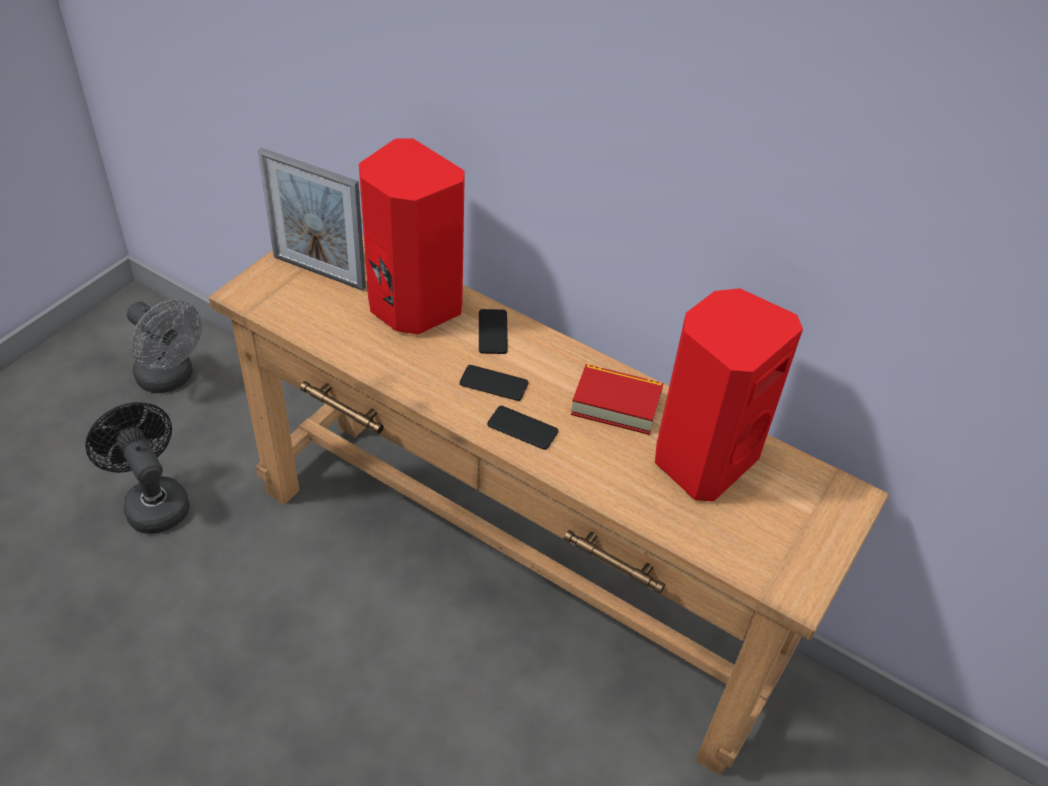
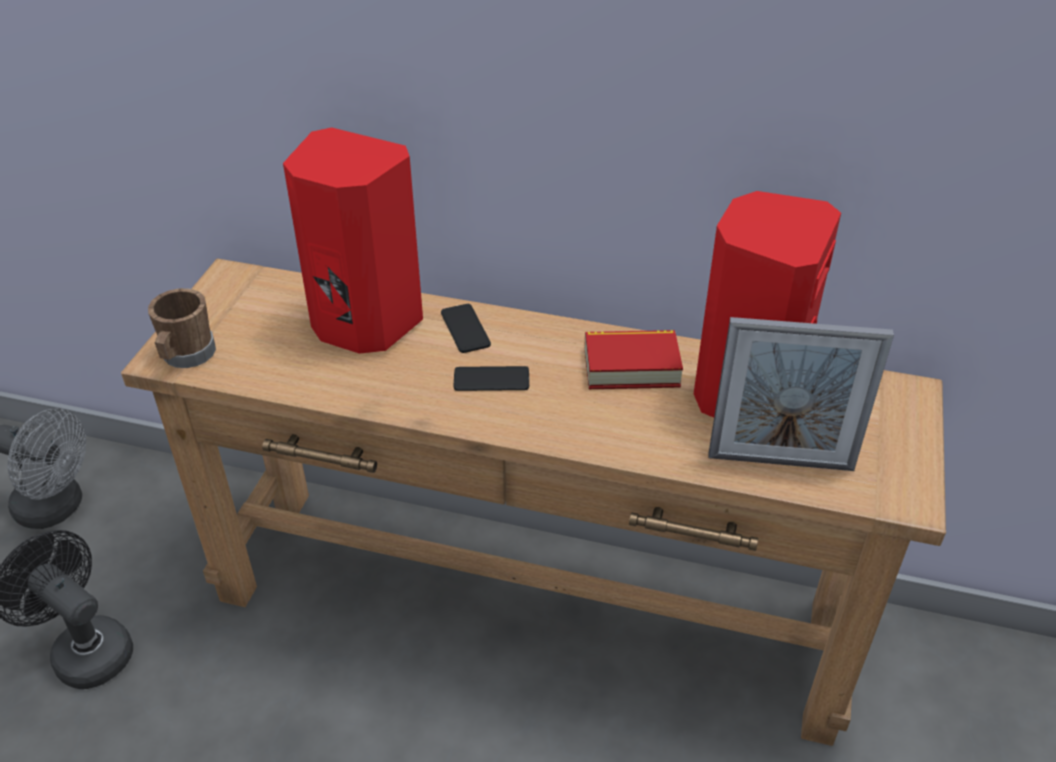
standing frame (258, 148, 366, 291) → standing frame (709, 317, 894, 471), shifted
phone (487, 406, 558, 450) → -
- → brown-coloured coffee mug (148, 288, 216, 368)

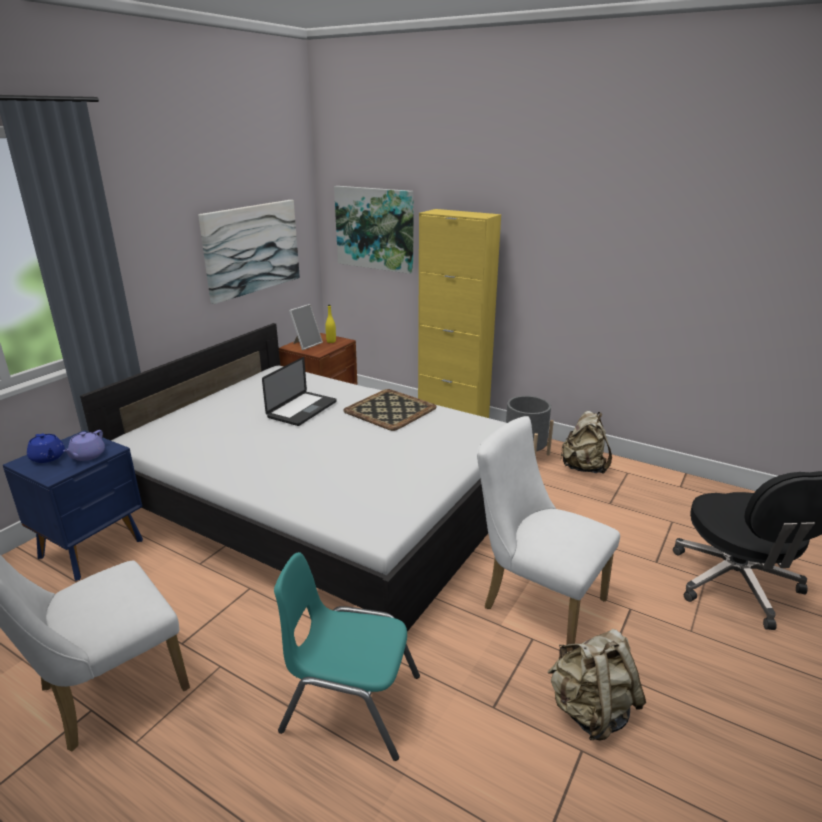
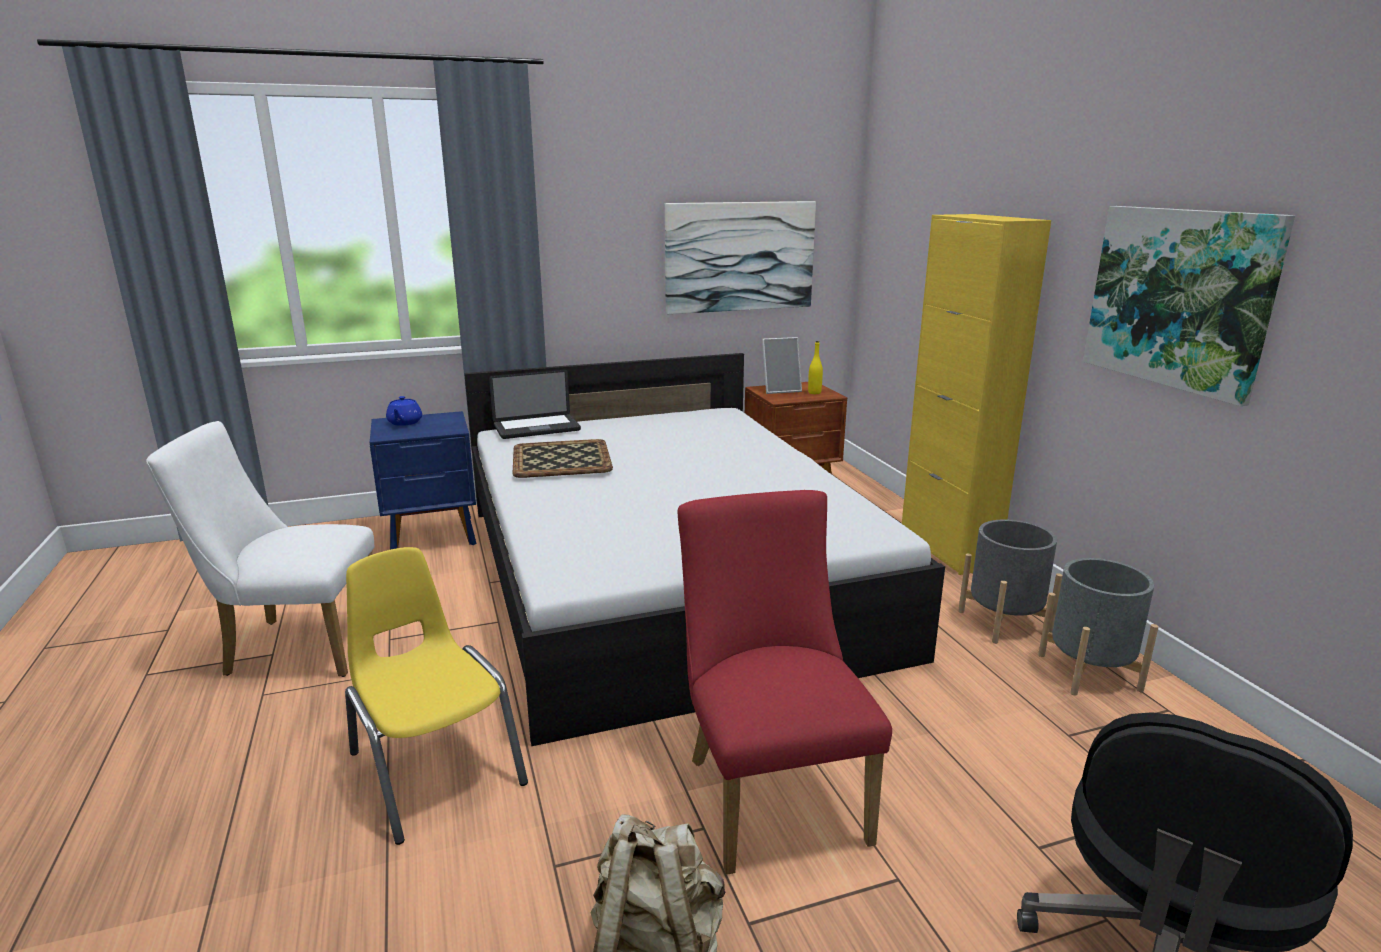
purple teapot (63, 430, 105, 461) → -
laptop (262, 357, 337, 426) → laptop (489, 370, 581, 439), shifted
turquoise-coloured plain chair (274, 552, 420, 761) → yellow plain chair (345, 547, 528, 845)
picture (334, 186, 413, 274) → picture (1083, 206, 1295, 406), shifted
carrying tray (343, 389, 437, 431) → carrying tray (513, 439, 613, 478), shifted
whitish plain chair (477, 416, 620, 652) → red plain chair (678, 490, 892, 875)
beige backpack (560, 411, 612, 474) → gray plant pot (1038, 558, 1159, 695)

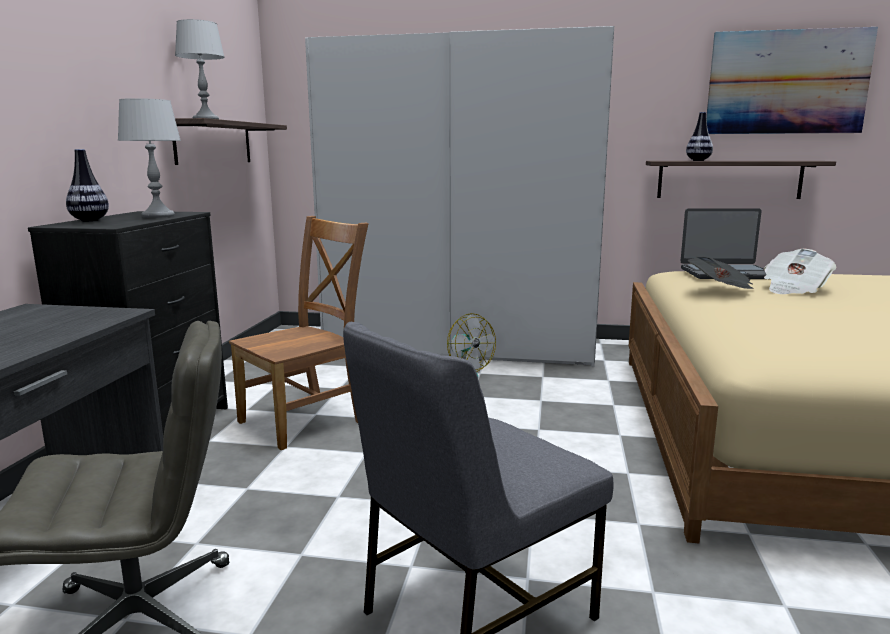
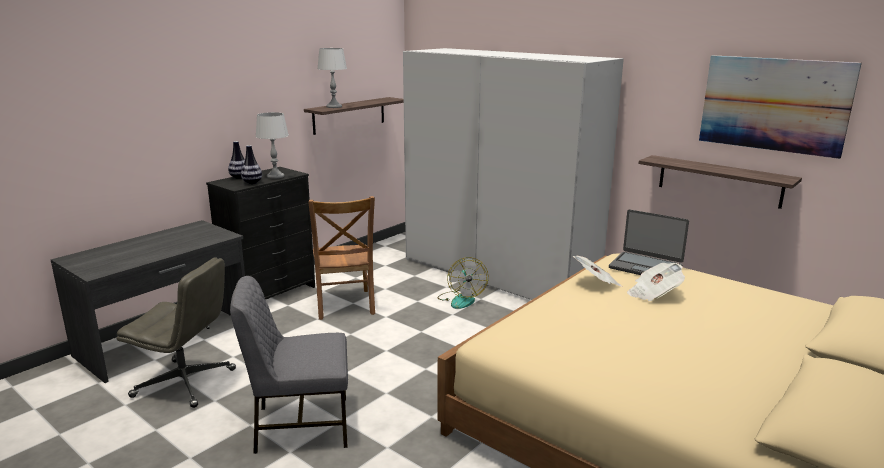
brown-coloured plain chair (229, 216, 369, 450) → brown-coloured plain chair (308, 196, 375, 320), 90 degrees clockwise
vase (686, 112, 713, 161) → vase (241, 145, 262, 184), shifted

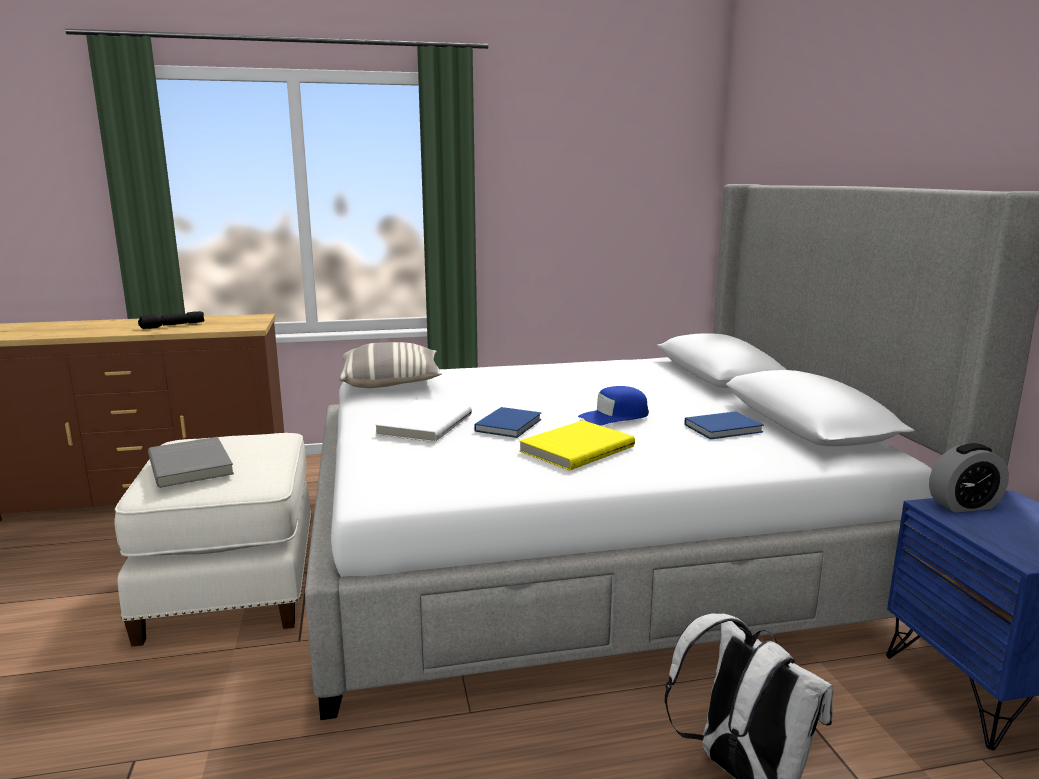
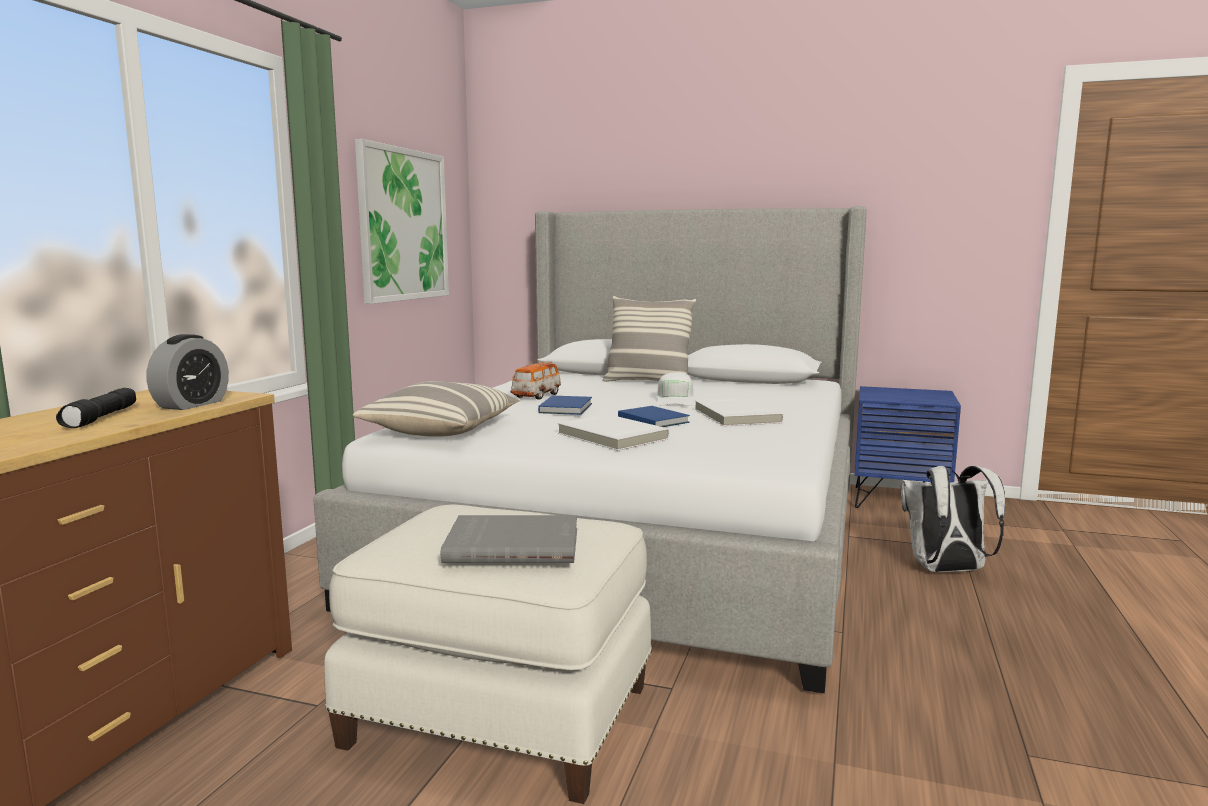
yellow volume (519, 420, 635, 471) → whitish volume (695, 398, 784, 426)
blue baseball cap (578, 386, 649, 426) → whitish baseball cap (657, 372, 694, 406)
blue volume (684, 411, 764, 440) → blue volume (538, 396, 592, 415), shifted
bedside clock (929, 443, 1009, 513) → bedside clock (147, 334, 229, 410), shifted
- → picture (355, 139, 449, 304)
- → model car (511, 361, 561, 400)
- → pillow (603, 296, 696, 382)

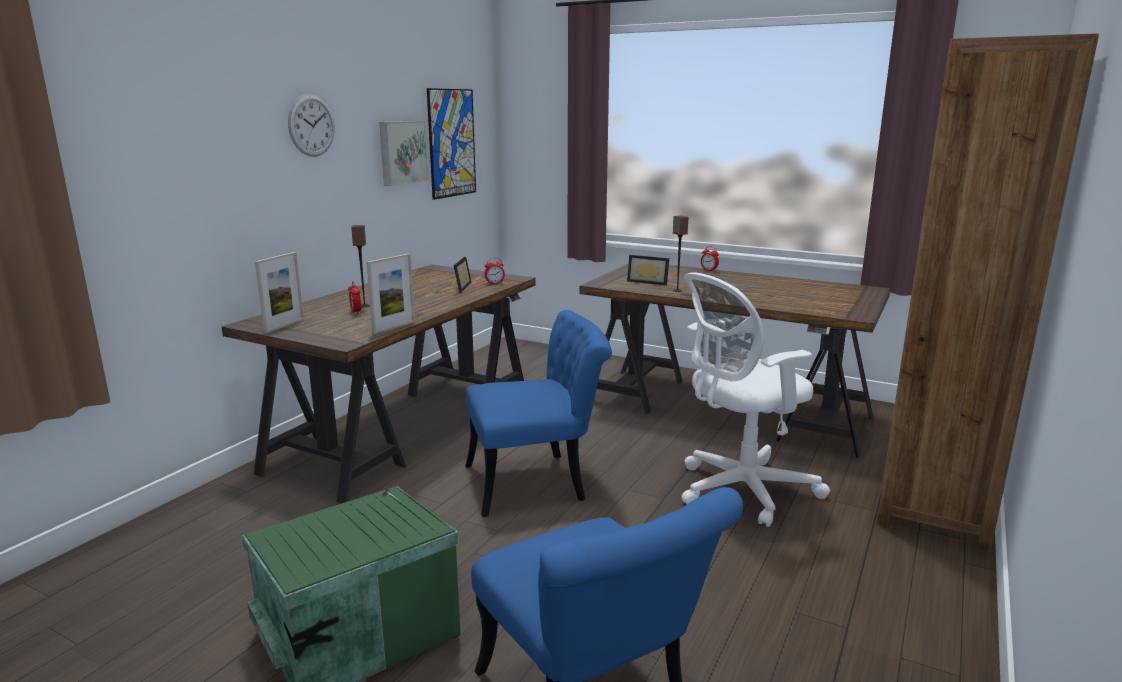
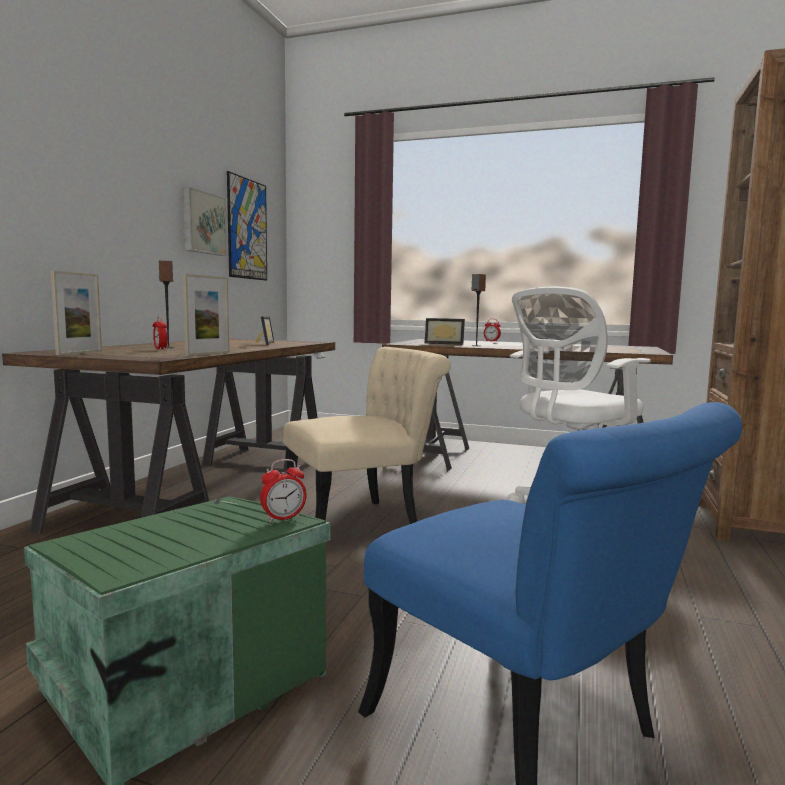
wall clock (288, 94, 334, 157) → -
blue plain chair (465, 310, 612, 517) → beige plain chair (283, 347, 451, 524)
bedside clock (484, 257, 505, 284) → bedside clock (260, 459, 306, 522), shifted

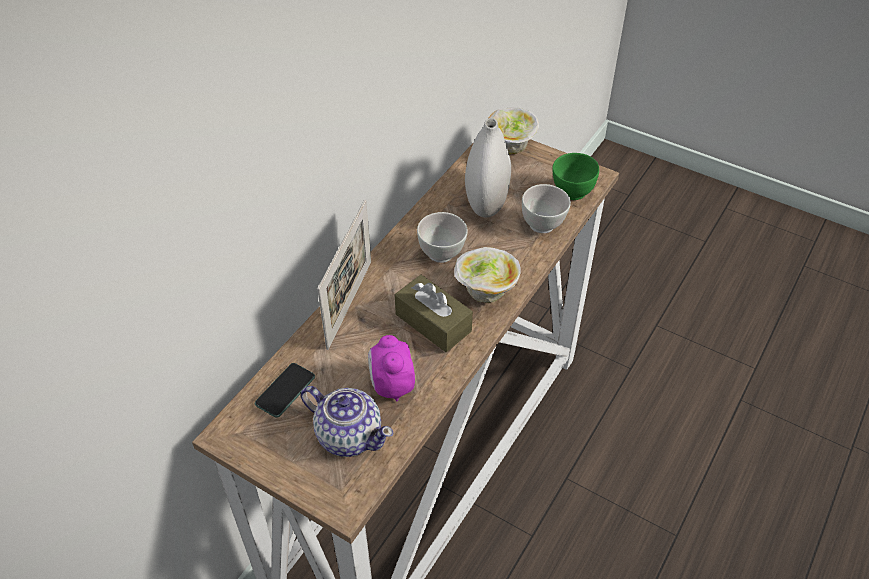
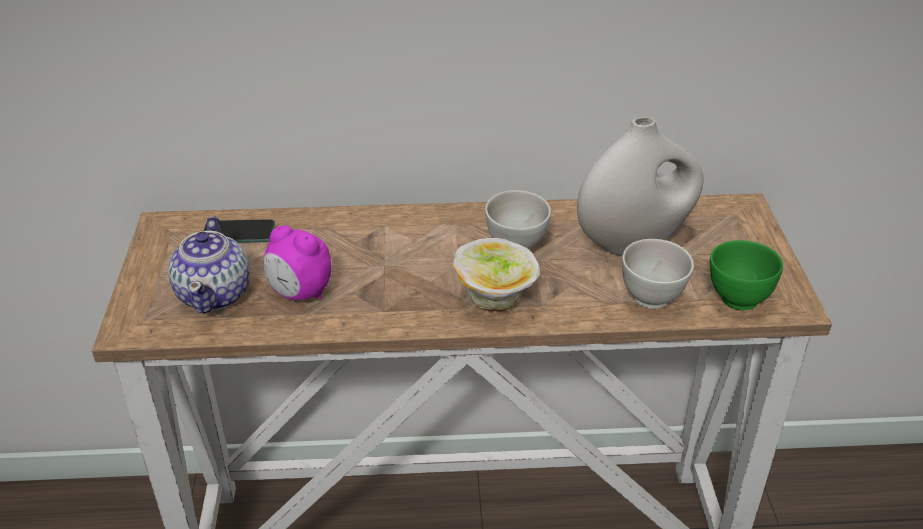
standing frame (317, 200, 371, 350) → -
bedside clock (368, 335, 415, 401) → bedside clock (263, 225, 332, 300), 105 degrees counterclockwise
brown-coloured tissue box (395, 275, 473, 352) → -
deep dish (489, 107, 539, 154) → -

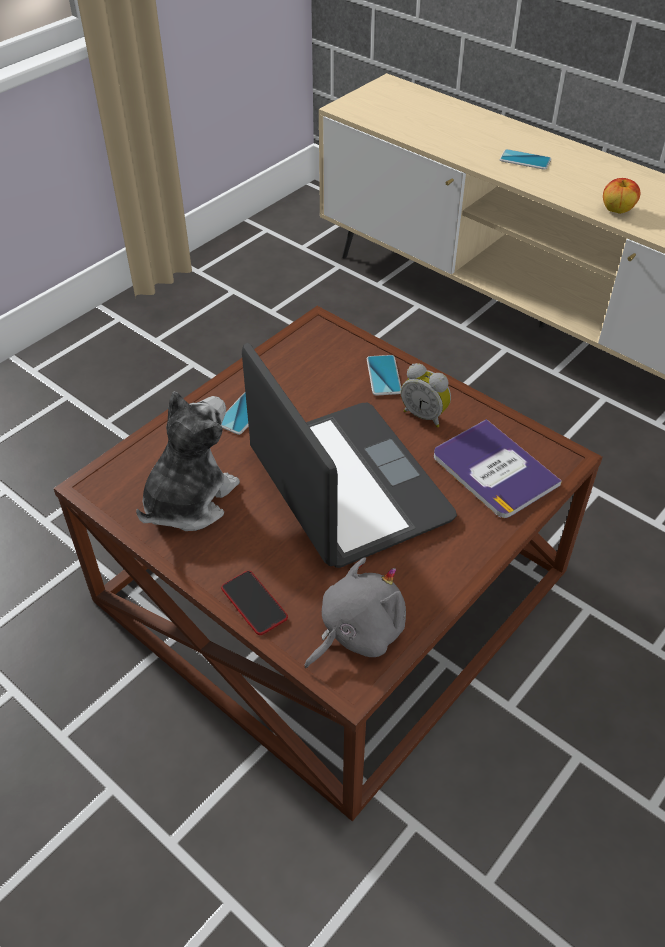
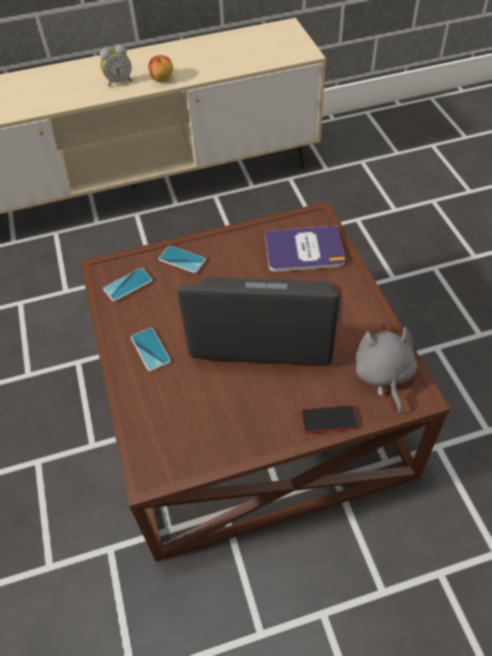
plush toy (136, 391, 240, 531) → -
bedside clock (401, 363, 451, 428) → bedside clock (100, 45, 132, 87), shifted
phone (500, 149, 551, 170) → phone (103, 268, 152, 301), shifted

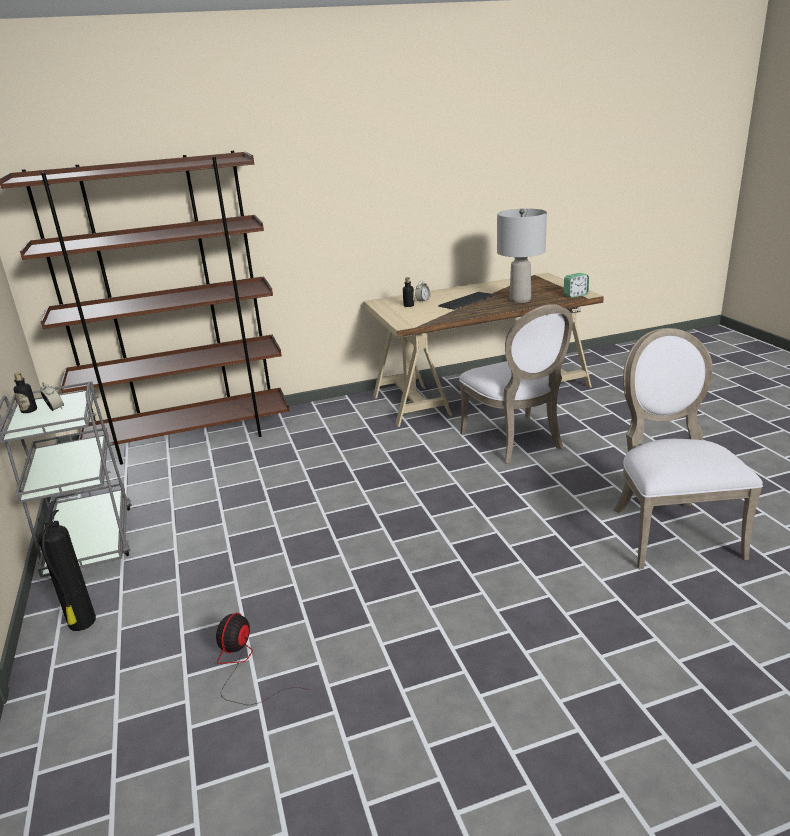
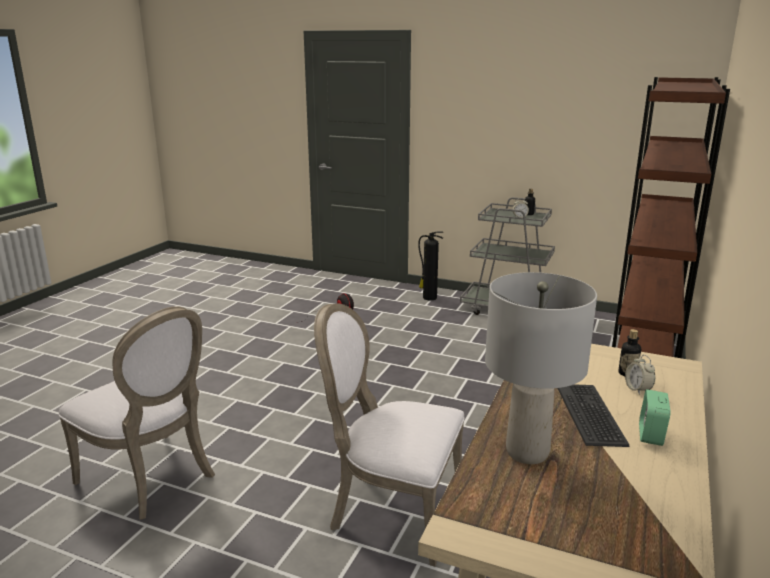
bedside clock (564, 273, 589, 298) → bedside clock (639, 389, 671, 446), shifted

